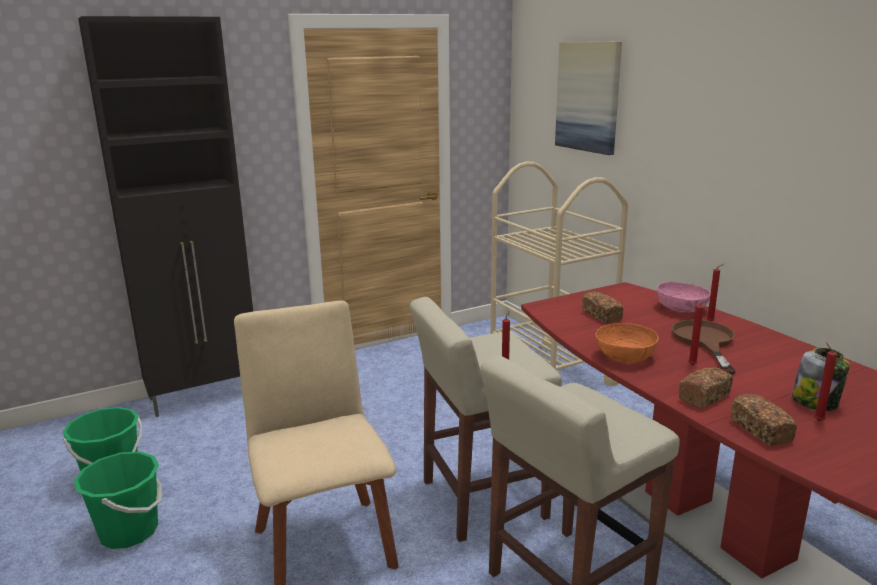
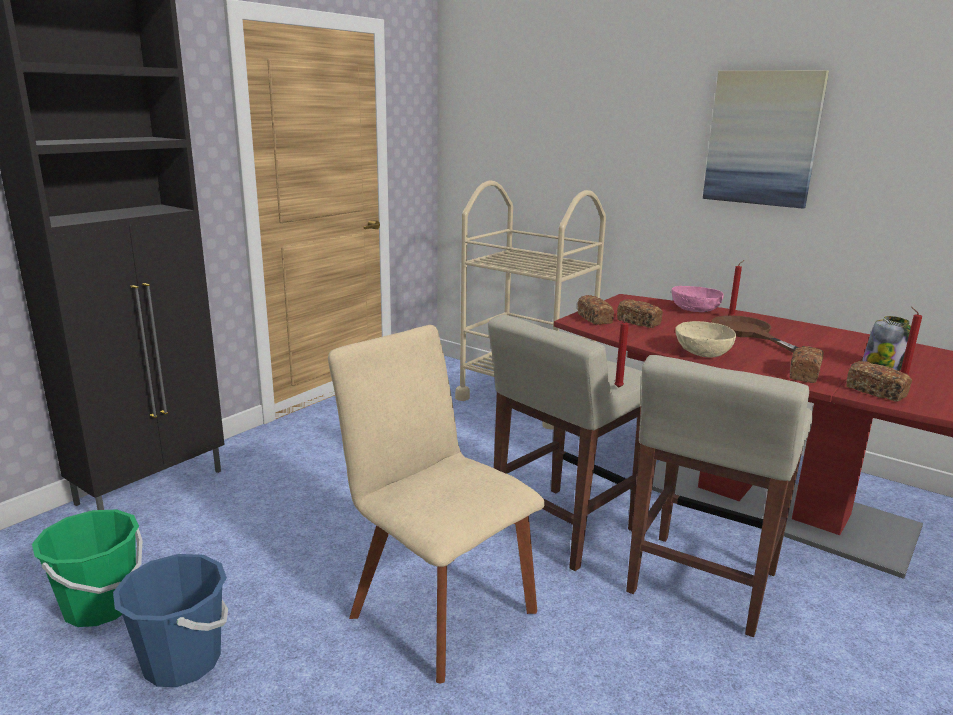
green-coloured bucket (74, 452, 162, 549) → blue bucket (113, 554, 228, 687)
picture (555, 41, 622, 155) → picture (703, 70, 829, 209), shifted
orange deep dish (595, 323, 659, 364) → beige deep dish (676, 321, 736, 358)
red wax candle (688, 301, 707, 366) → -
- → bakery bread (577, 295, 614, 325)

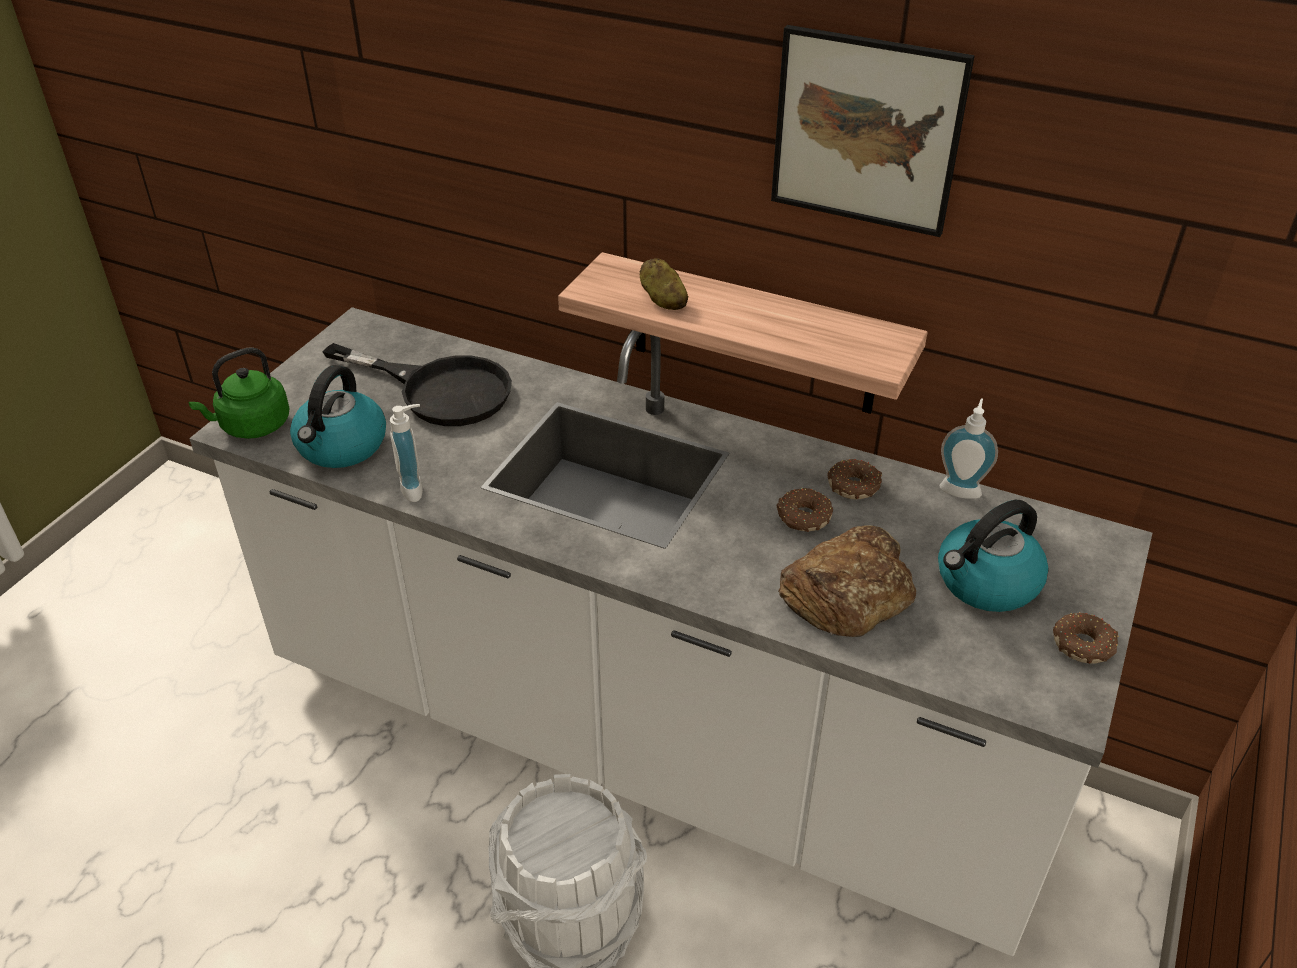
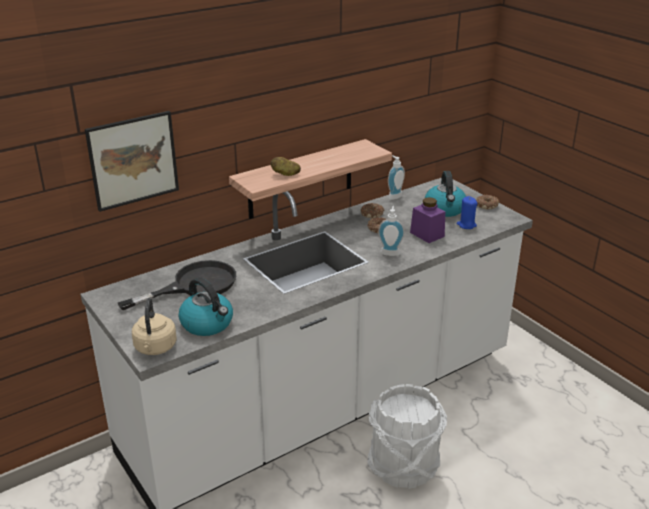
green-coloured kettle (188, 347, 290, 439) → beige kettle (132, 298, 177, 355)
soap dispenser (390, 404, 423, 502) → soap dispenser (378, 206, 405, 256), shifted
picture (771, 25, 974, 237) → picture (85, 111, 179, 212), shifted
bakery bread (778, 525, 916, 637) → purple storage jar (410, 197, 445, 243)
- → blue wax candle (457, 196, 478, 229)

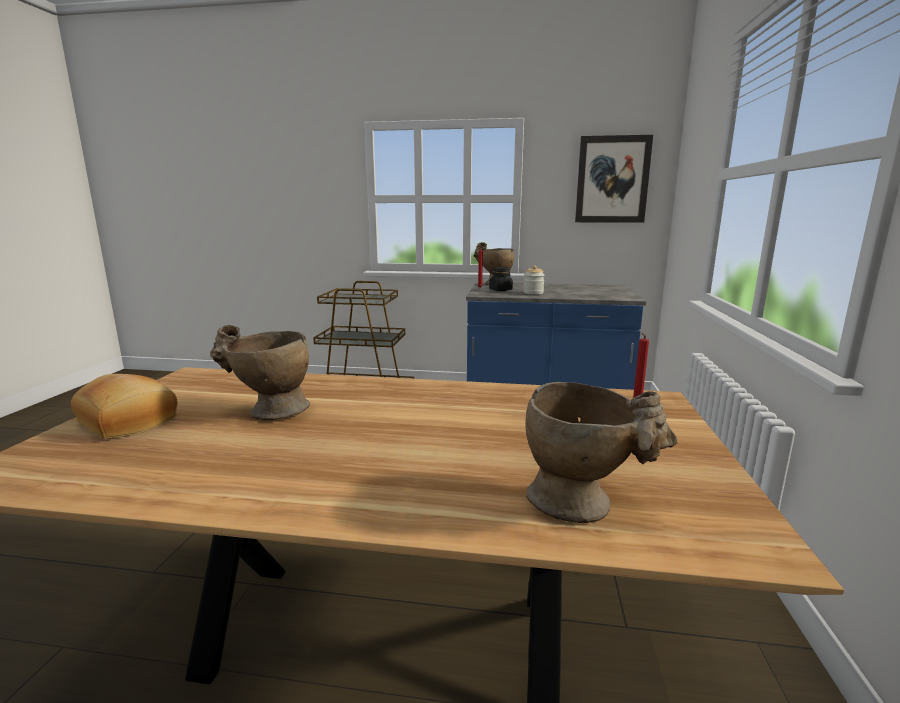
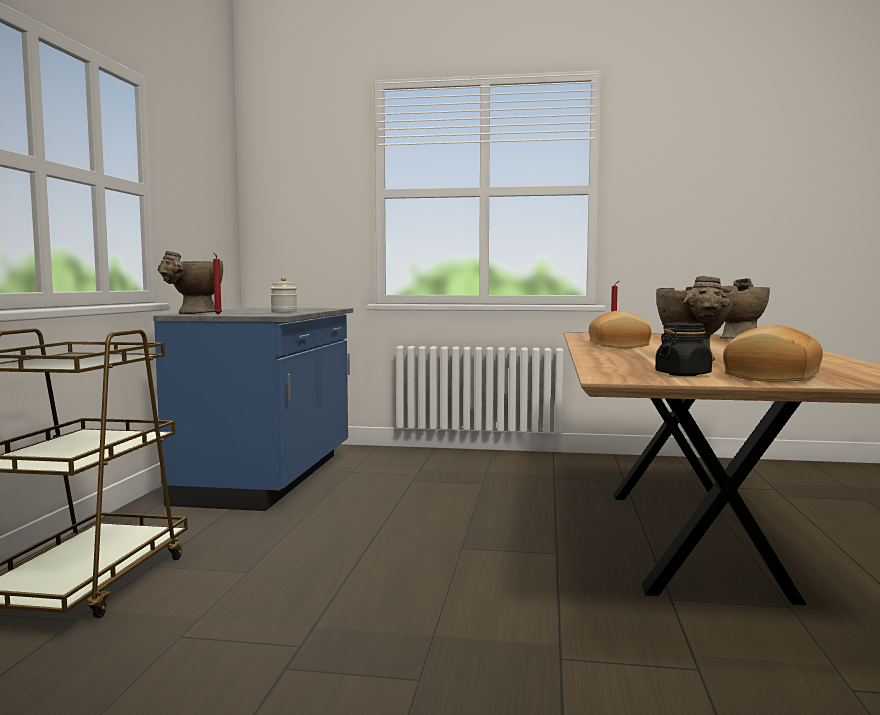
black storage jar (489, 267, 513, 291) → black storage jar (655, 322, 712, 376), shifted
picture (575, 135, 653, 223) → -
- → bakery bread (589, 311, 652, 348)

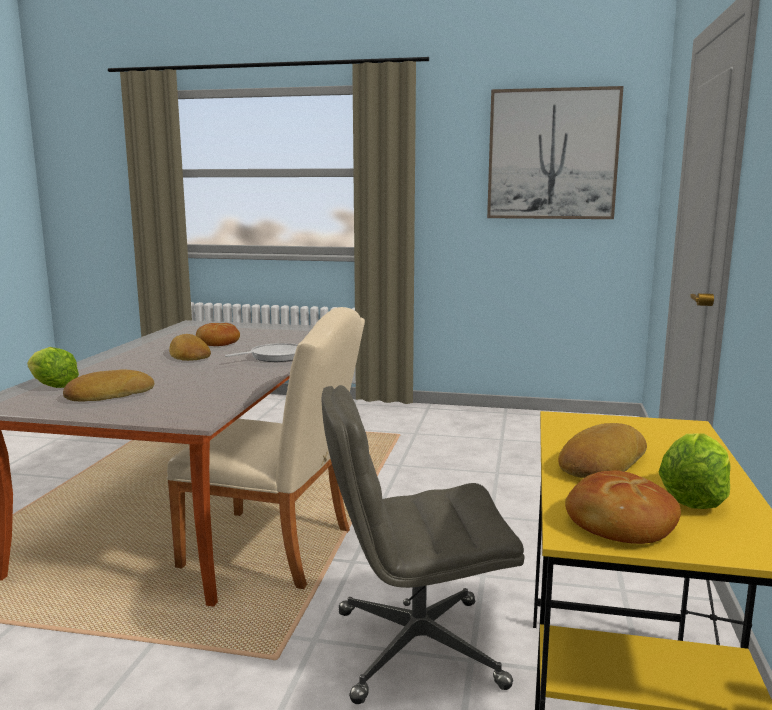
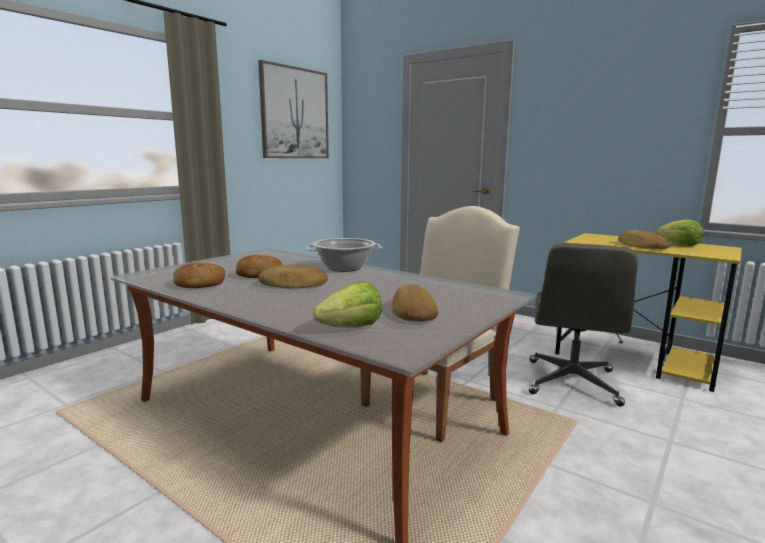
frying pan (225, 343, 298, 362) → stockpot (306, 238, 382, 272)
bakery bread (565, 470, 681, 544) → bakery bread (173, 262, 225, 288), shifted

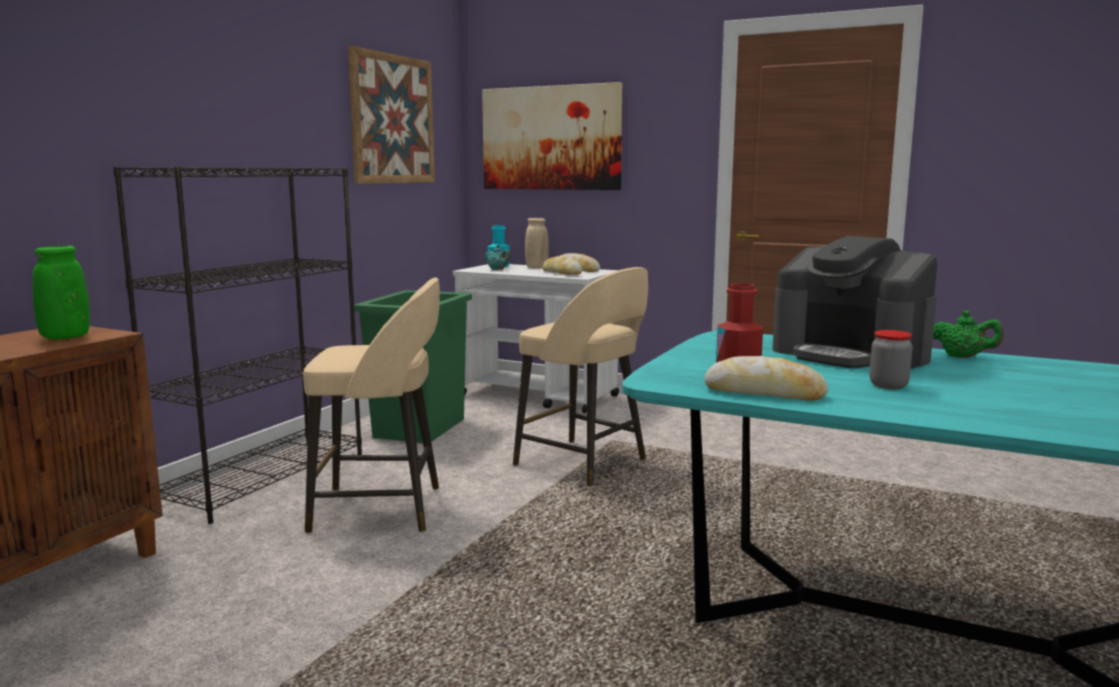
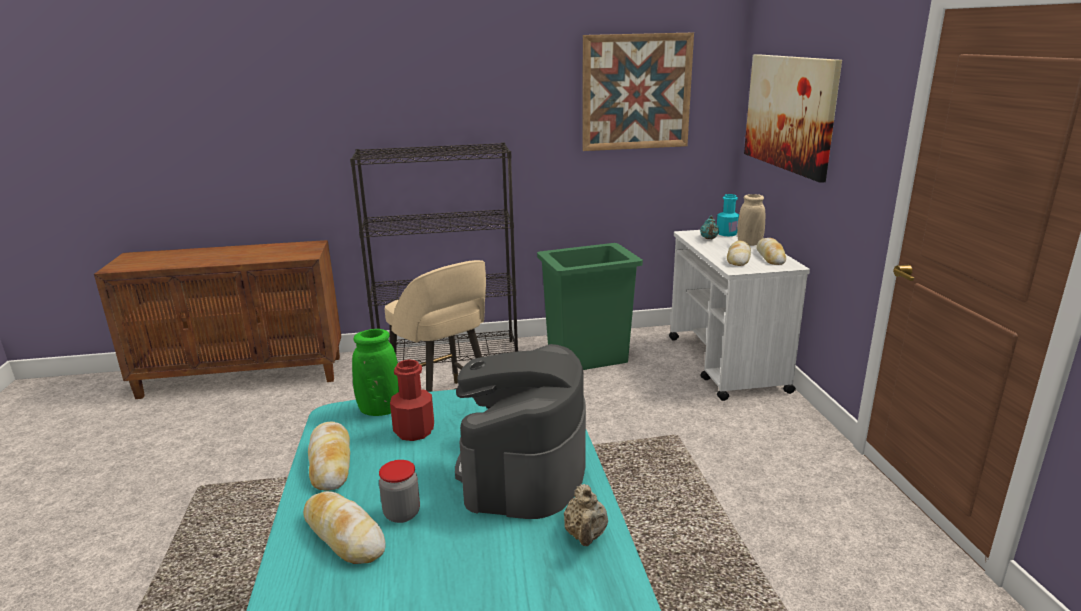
green-coloured vase (32, 246, 90, 339) → green-coloured vase (352, 329, 399, 416), shifted
beige stool (513, 267, 648, 486) → -
green-coloured teapot (933, 311, 1004, 358) → beige teapot (564, 484, 608, 546)
- → bakery bread (303, 491, 385, 564)

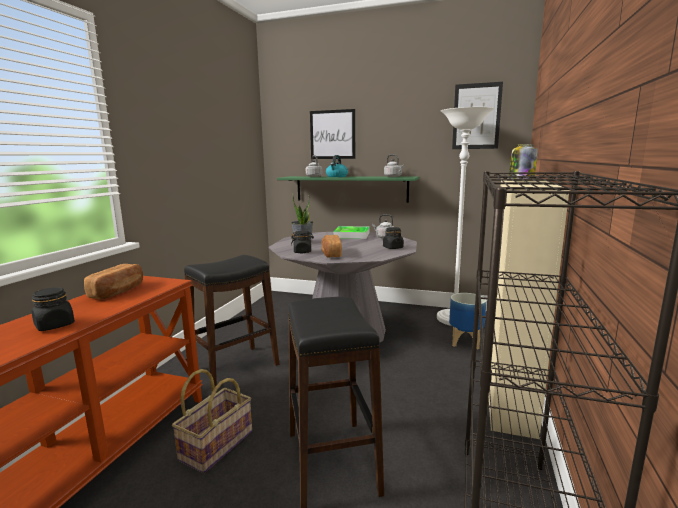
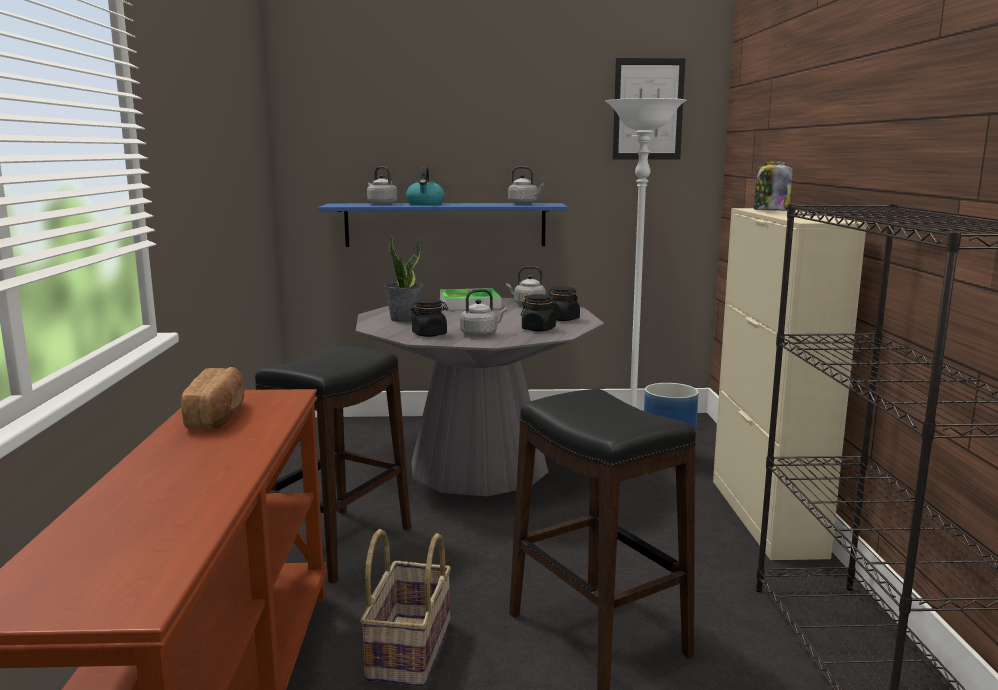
black storage jar (32, 287, 75, 331) → black storage jar (521, 294, 558, 331), shifted
green-coloured bracket shelf (277, 176, 419, 203) → blue bracket shelf (318, 203, 568, 247)
picture (310, 109, 355, 159) → -
bakery bread (321, 235, 342, 258) → gray kettle (460, 289, 507, 337)

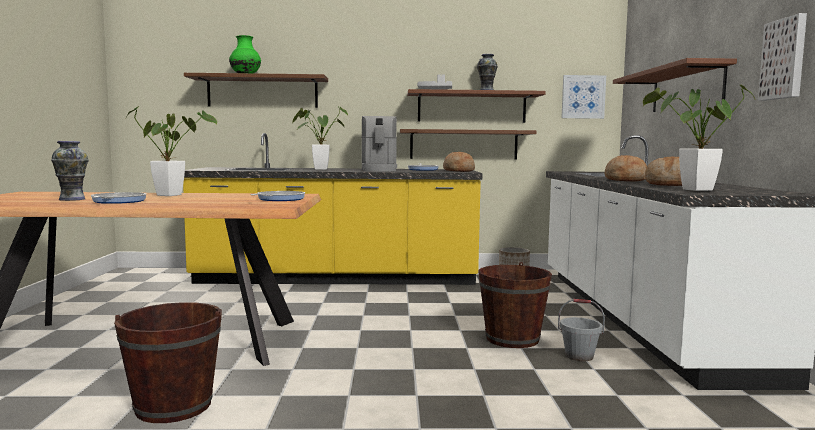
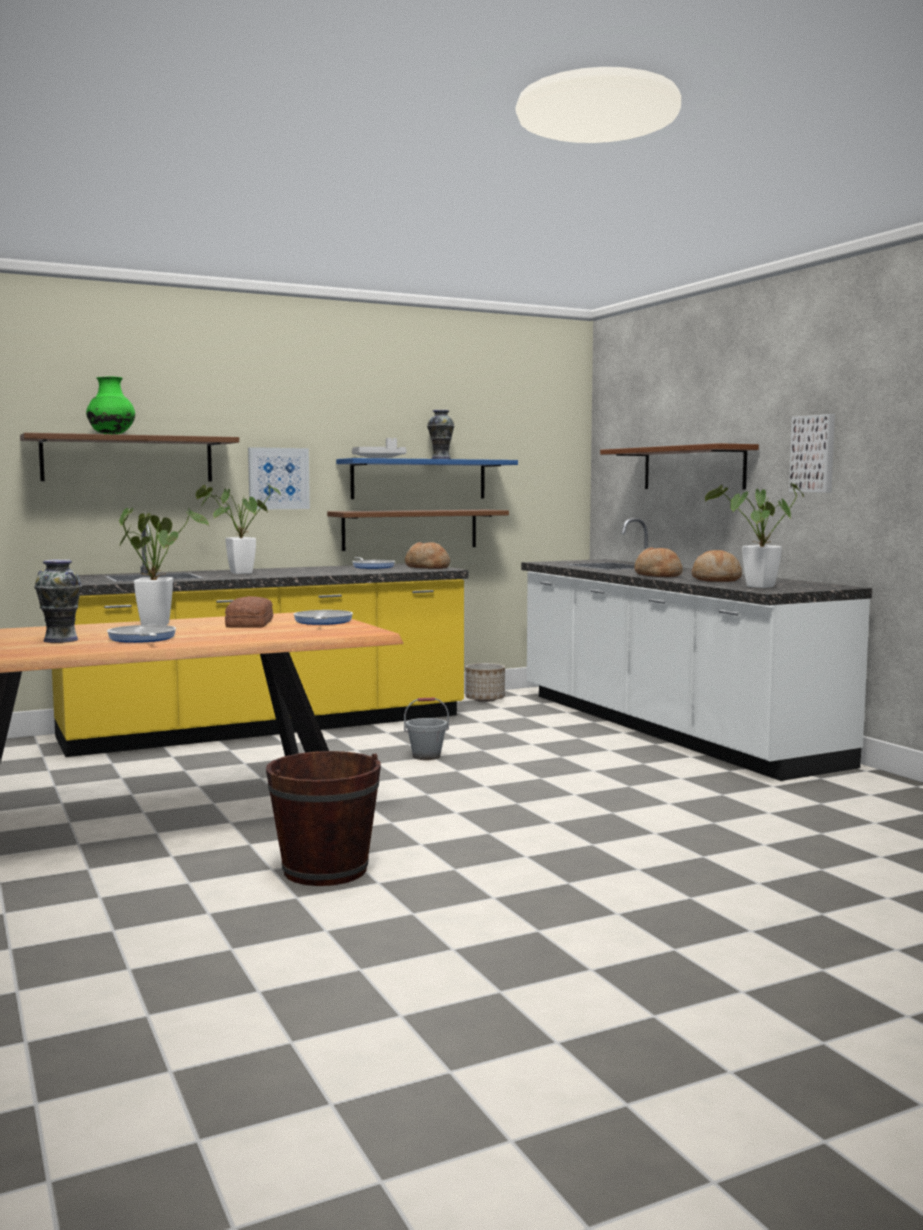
coffee maker (362, 116, 397, 172) → -
brown-coloured bracket shelf (407, 89, 546, 123) → blue bracket shelf (336, 458, 518, 499)
brown-coloured bucket (478, 262, 552, 348) → -
gray bucket (558, 299, 605, 361) → gray bucket (404, 697, 449, 760), shifted
picture (562, 75, 606, 119) → picture (248, 447, 310, 510), shifted
- → bakery bread (225, 596, 273, 628)

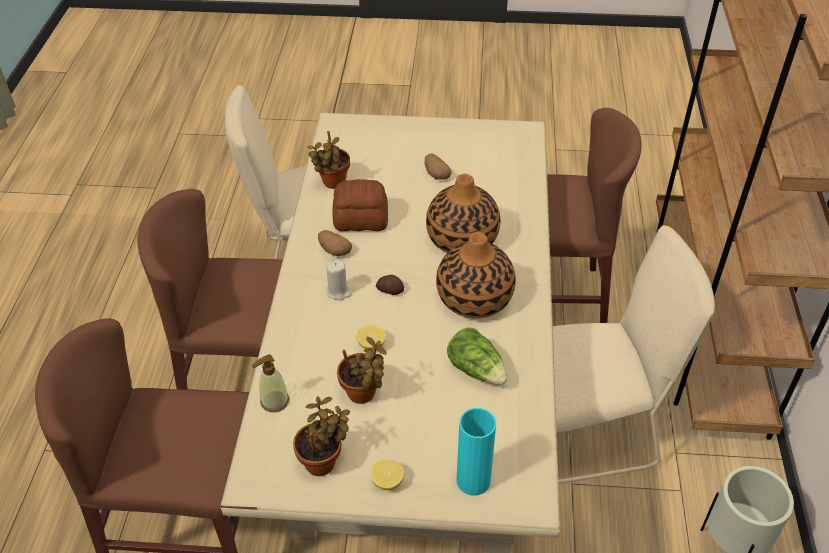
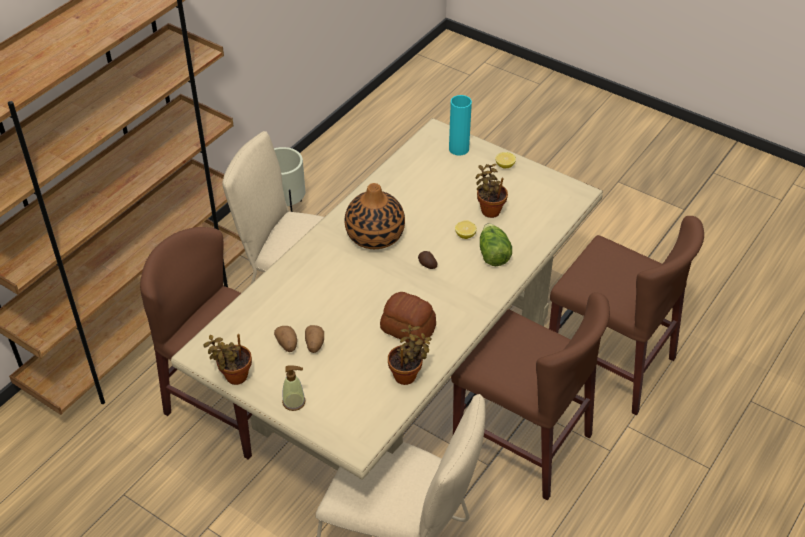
soap dispenser (252, 354, 289, 412) → soap dispenser (282, 365, 306, 411), shifted
plant in a pot (293, 396, 350, 476) → plant in a pot (203, 334, 252, 385), shifted
potato (318, 230, 352, 256) → potato (274, 326, 297, 352), shifted
beige wax candle (326, 259, 351, 301) → -
vase (426, 174, 500, 253) → -
head of lettuce (447, 328, 508, 385) → head of lettuce (480, 223, 512, 266), shifted

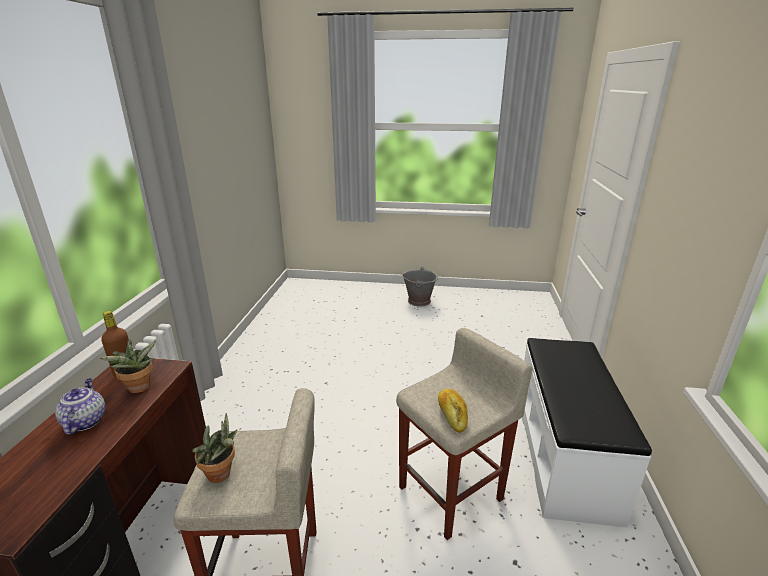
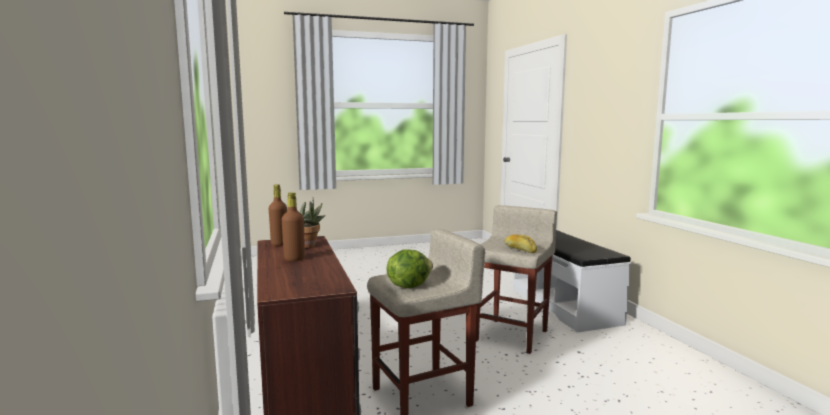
teapot (55, 378, 105, 435) → brown-coloured beverage bottle (282, 192, 305, 261)
plant in a pot (192, 413, 238, 483) → head of lettuce (387, 249, 433, 288)
gray bucket (402, 267, 438, 307) → -

